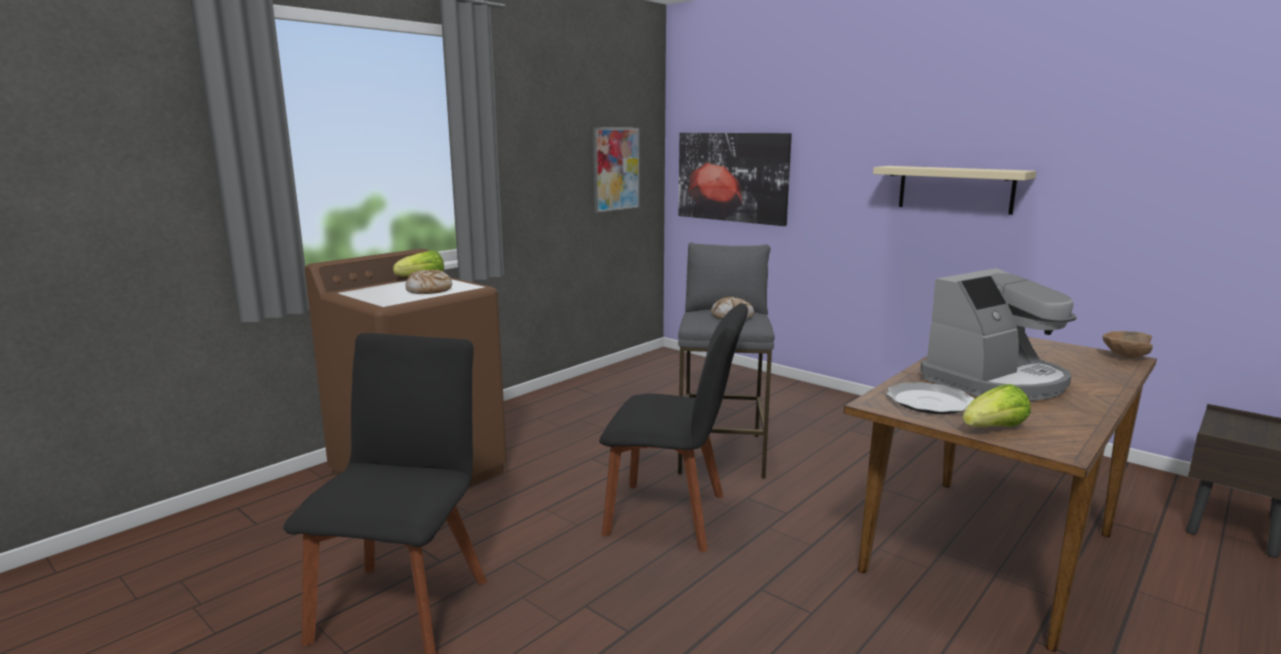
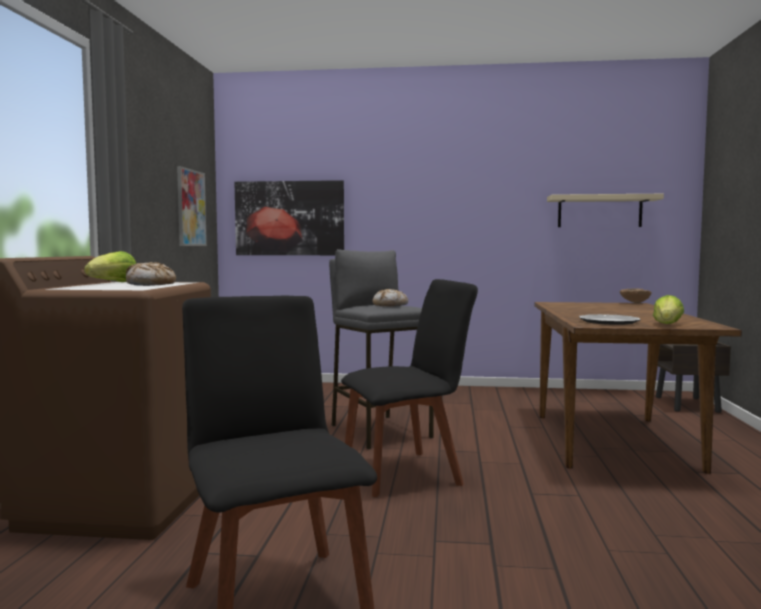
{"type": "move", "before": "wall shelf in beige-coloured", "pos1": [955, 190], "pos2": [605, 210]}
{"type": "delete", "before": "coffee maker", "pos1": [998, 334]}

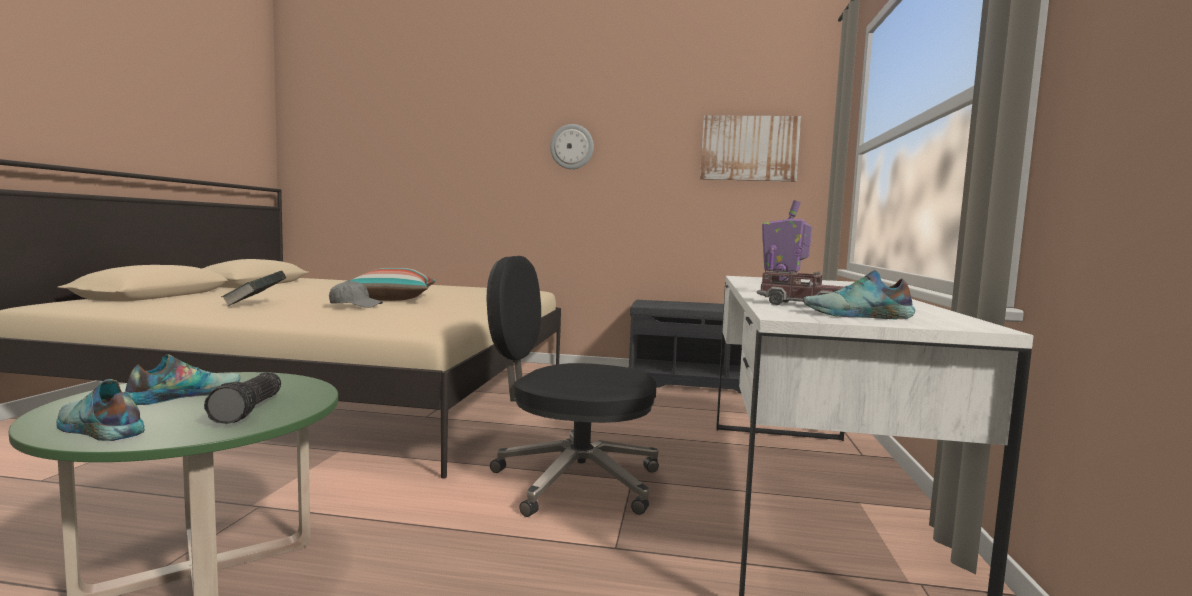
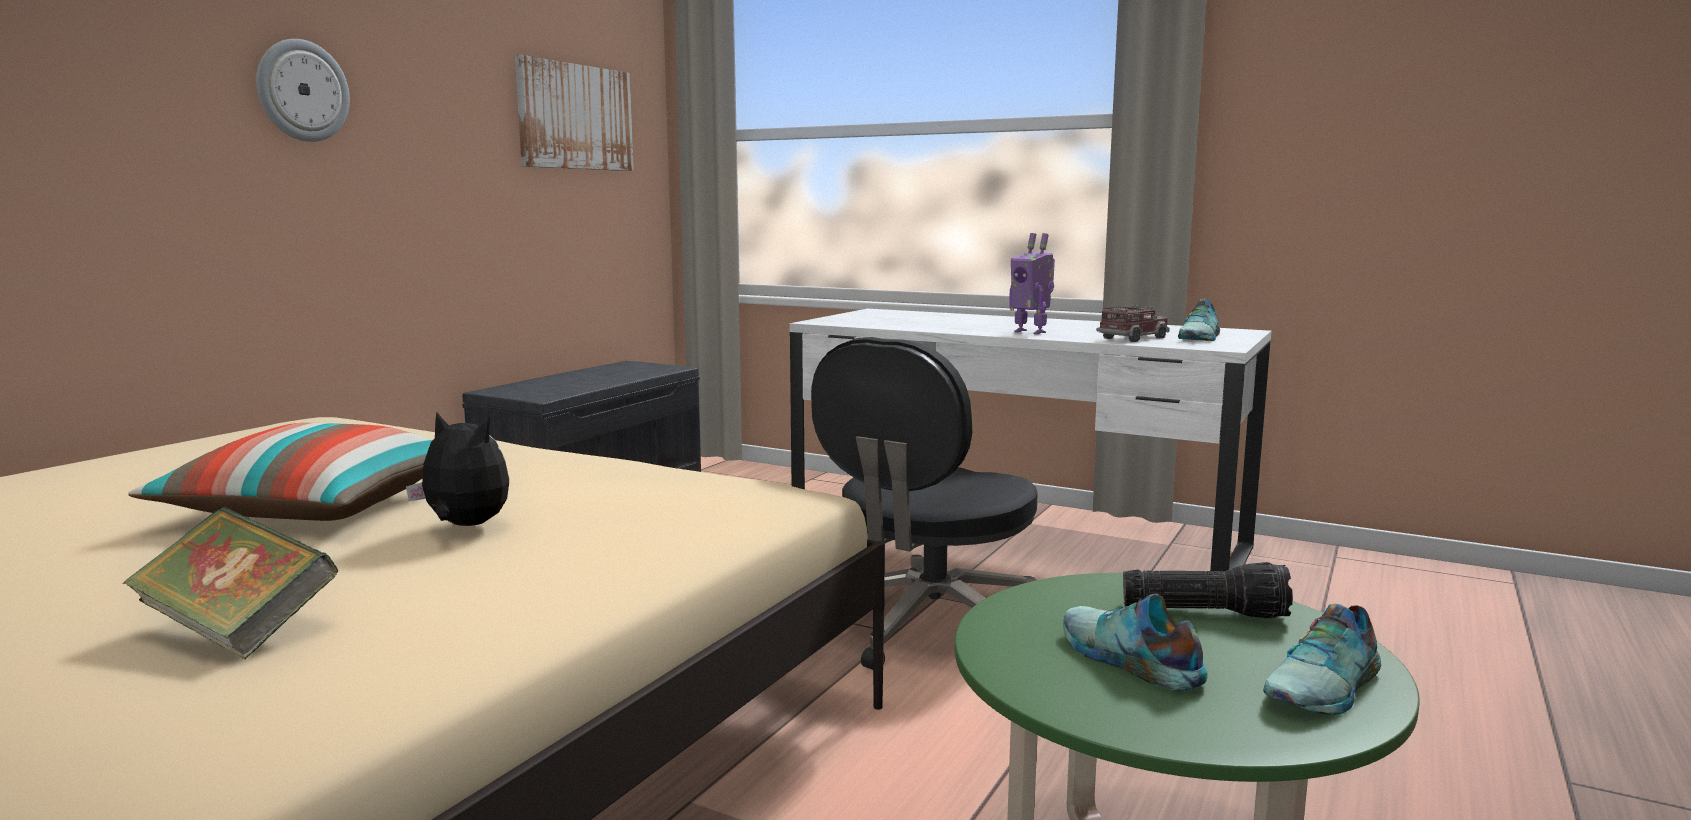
{"type": "replace", "before": "cap in grey", "after": "cuddly toy", "pos1": [356, 294], "pos2": [457, 469]}

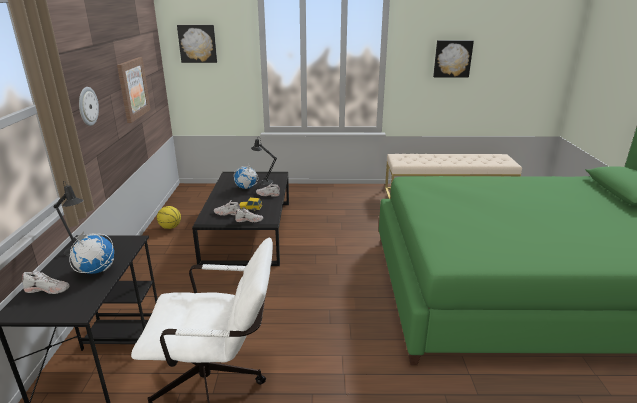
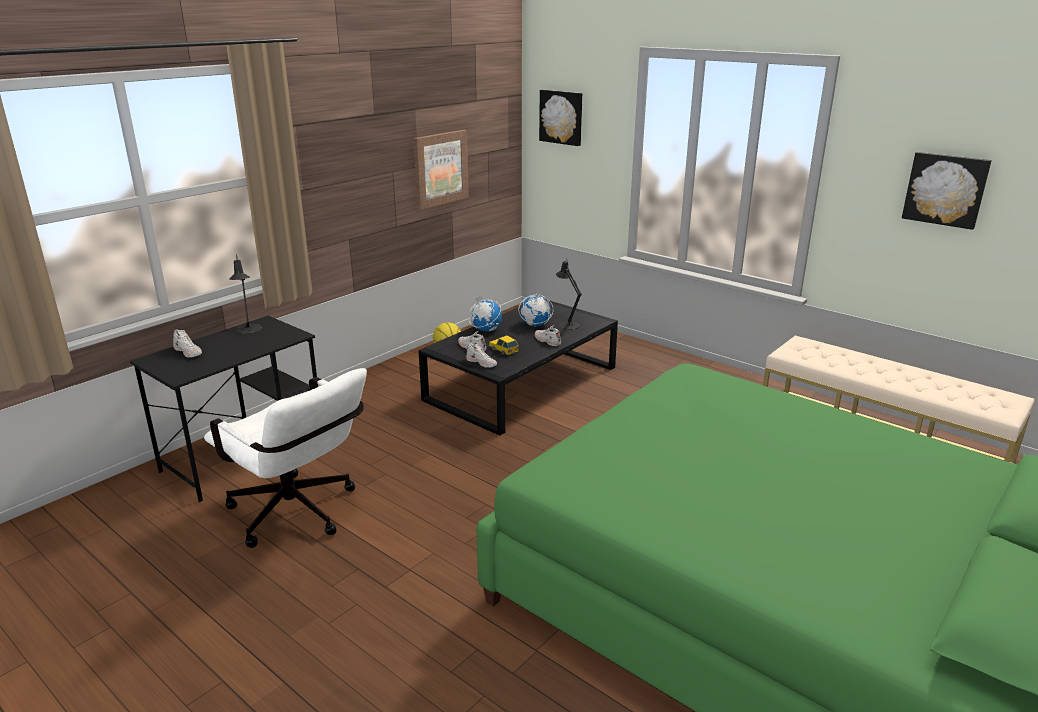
{"type": "move", "before": "world globe", "pos1": [92, 253], "pos2": [485, 312]}
{"type": "delete", "before": "clock on the wall", "pos1": [89, 106]}

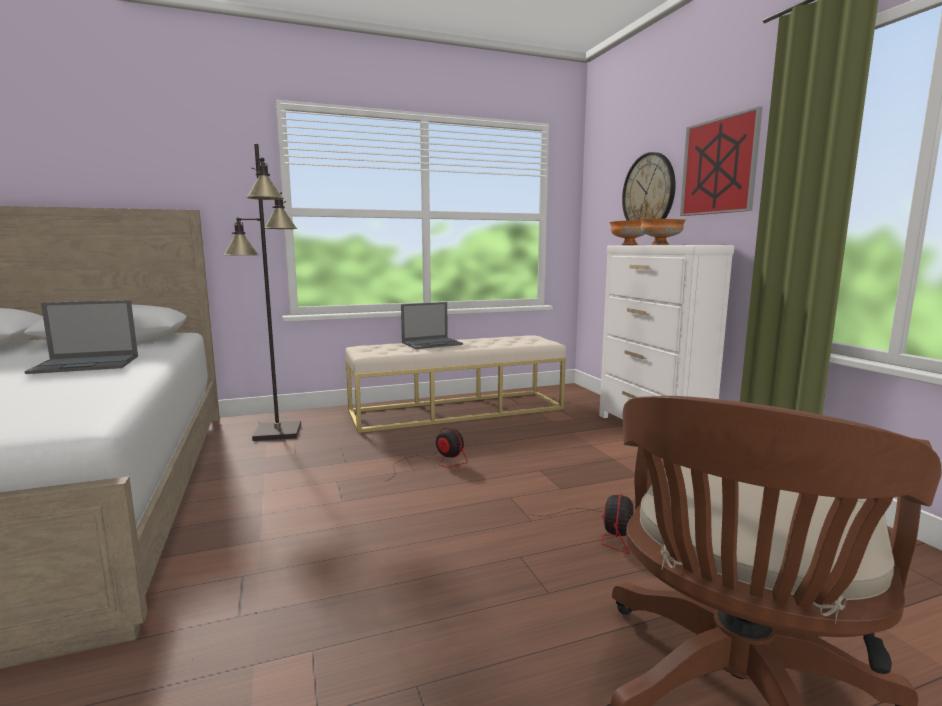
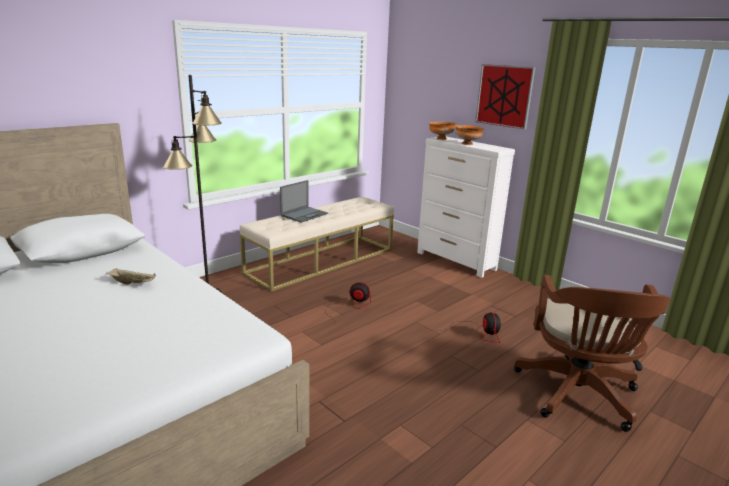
{"type": "replace", "before": "portable computer", "after": "serving tray in beige-coloured", "pos1": [81, 337], "pos2": [131, 276]}
{"type": "delete", "before": "clock on the wall", "pos1": [649, 186]}

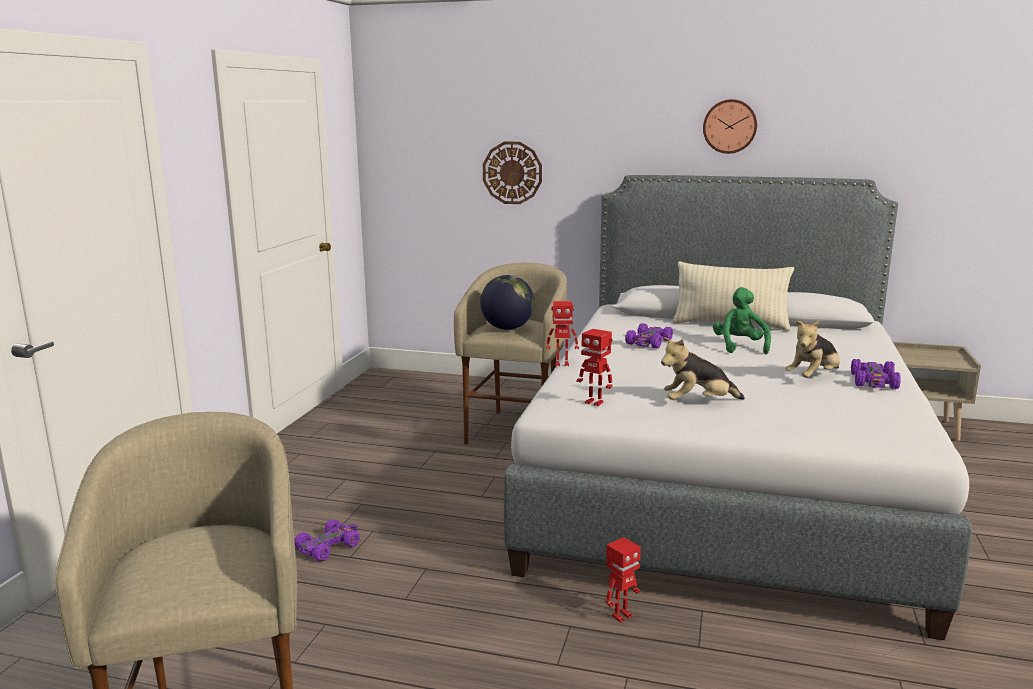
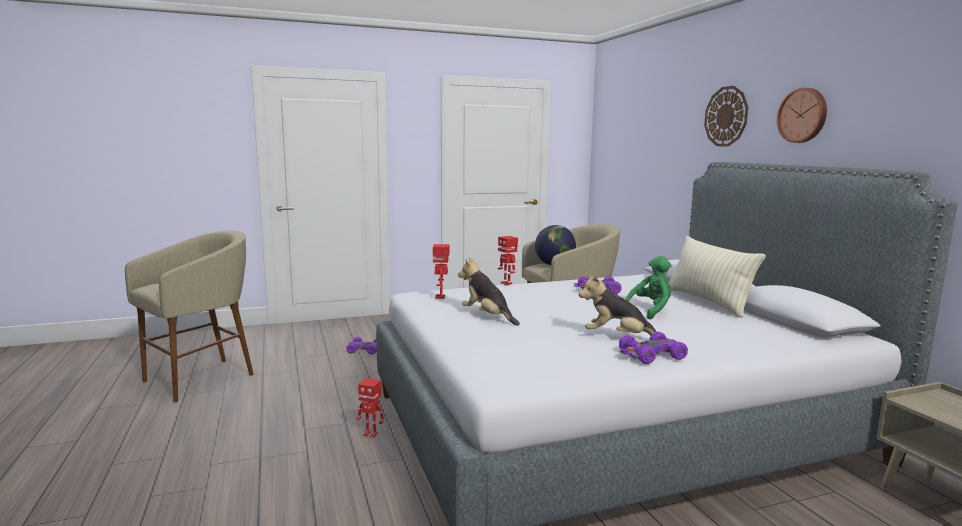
{"type": "move", "before": "clock on the wall", "pos1": [512, 173], "pos2": [726, 116]}

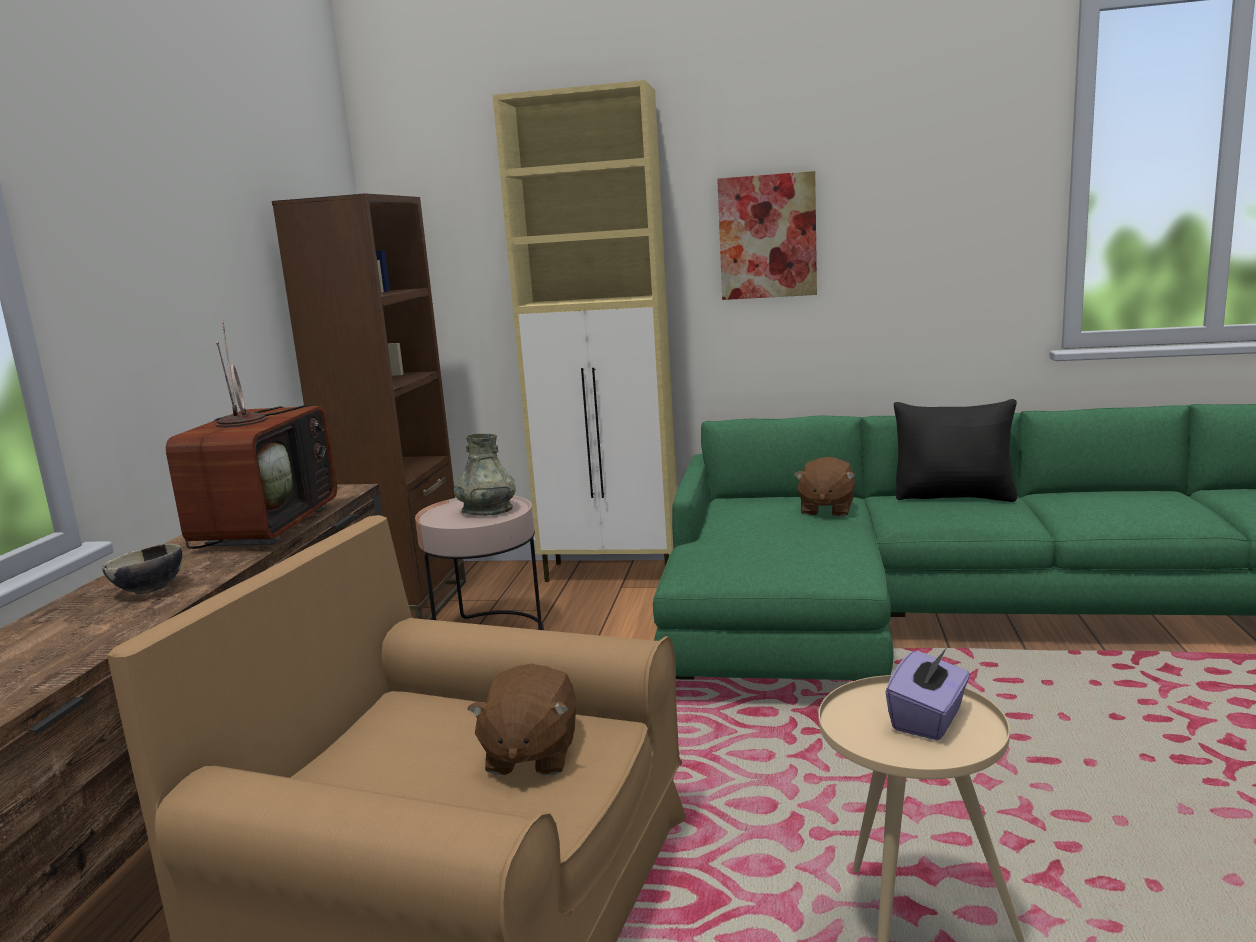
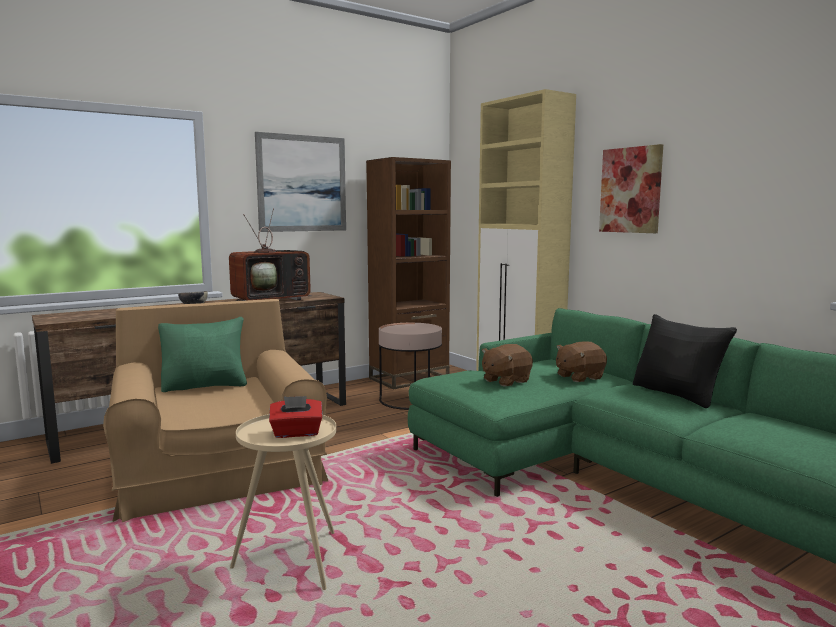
{"type": "insert", "after": "throw pillow in greenish", "pos2": [202, 354]}
{"type": "insert", "after": "wall art", "pos2": [300, 182]}
{"type": "recolor", "before": "tissue box in purplish", "after": "tissue box in red-coloured", "pos1": [927, 694], "pos2": [295, 417]}
{"type": "move", "before": "cuddly toy in brownish", "pos1": [522, 719], "pos2": [507, 365]}
{"type": "delete", "before": "flower vase in grey", "pos1": [485, 475]}

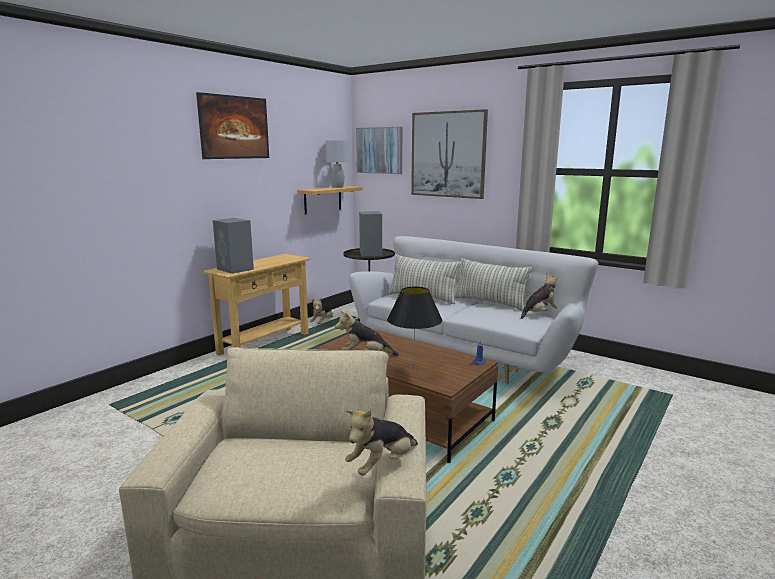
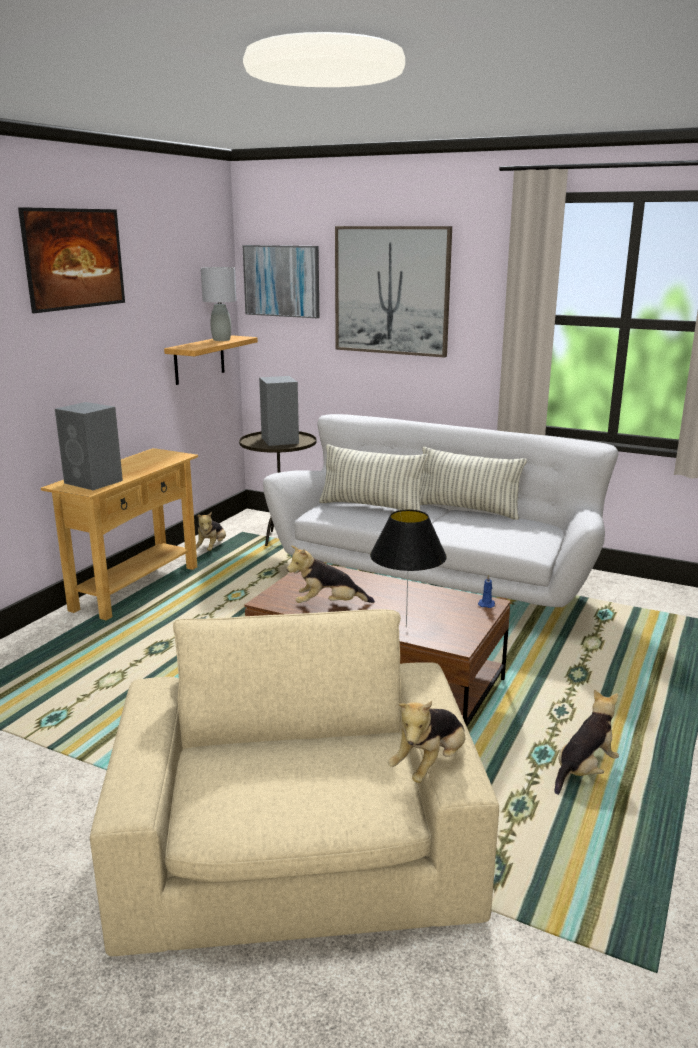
{"type": "move", "before": "cuddly toy", "pos1": [539, 296], "pos2": [586, 742]}

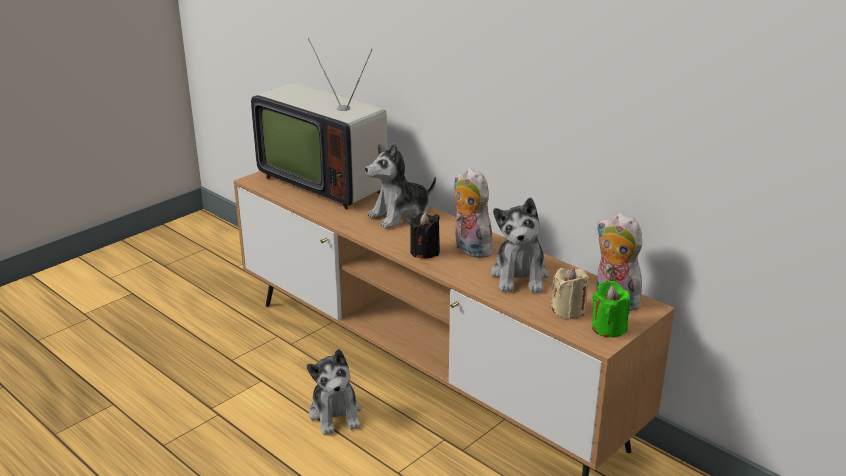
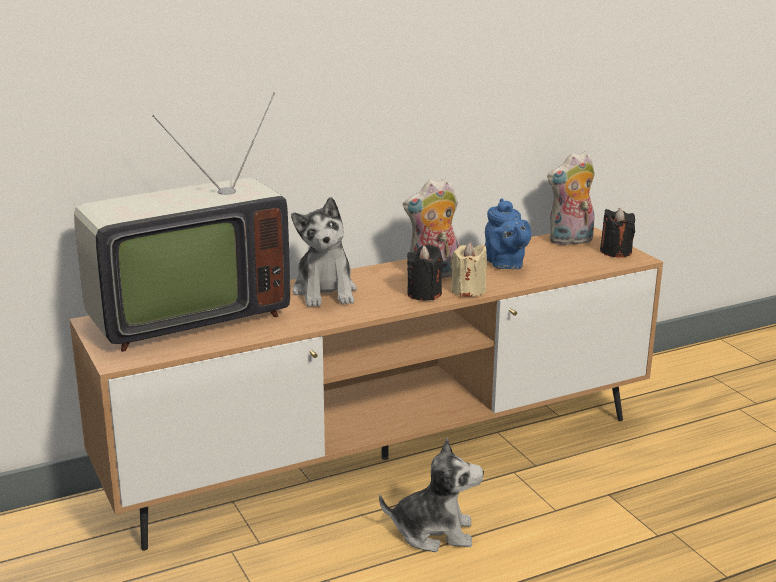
{"type": "move", "before": "candle in beige-coloured", "pos1": [570, 293], "pos2": [469, 269]}
{"type": "replace", "before": "cuddly toy", "after": "tea pot in bluish", "pos1": [520, 245], "pos2": [508, 233]}
{"type": "recolor", "before": "candle in greenish", "after": "candle in black-coloured", "pos1": [611, 309], "pos2": [617, 233]}

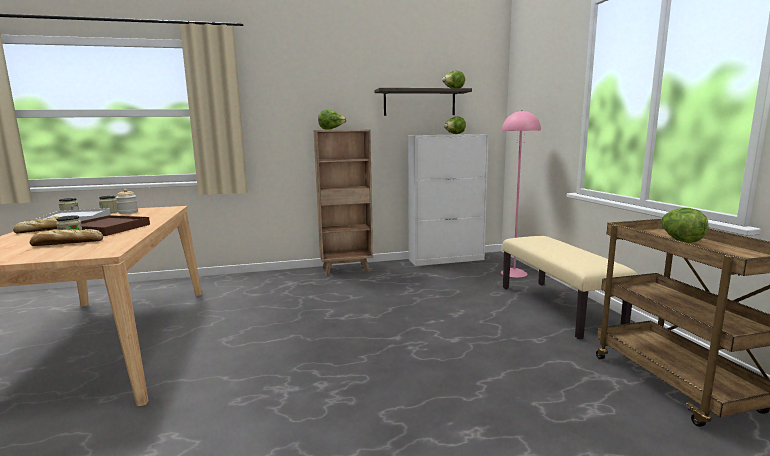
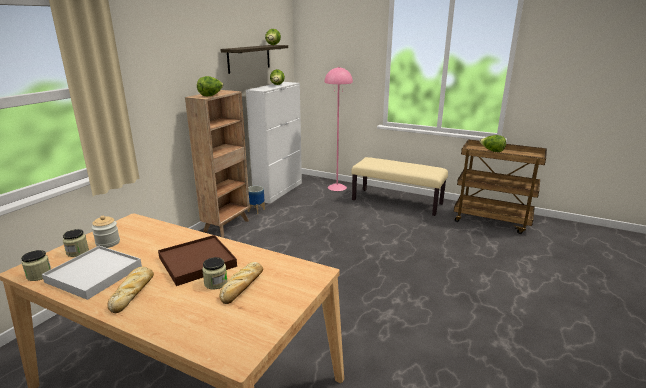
{"type": "insert", "after": "flower pot", "pos2": [256, 200]}

